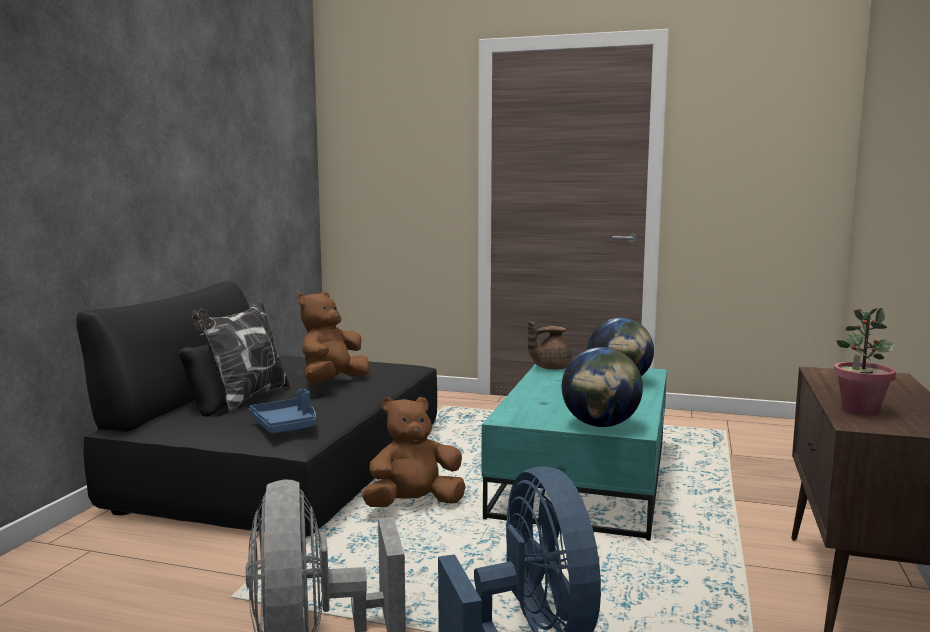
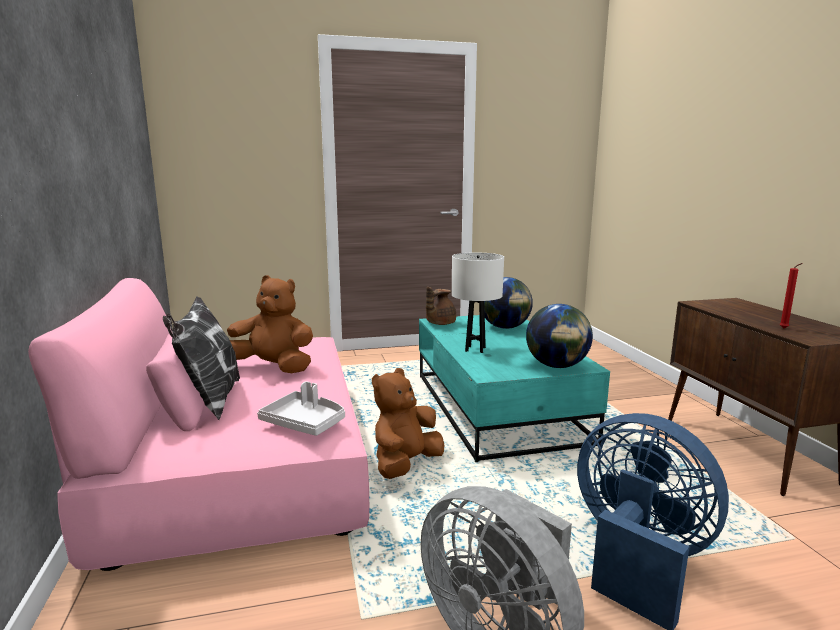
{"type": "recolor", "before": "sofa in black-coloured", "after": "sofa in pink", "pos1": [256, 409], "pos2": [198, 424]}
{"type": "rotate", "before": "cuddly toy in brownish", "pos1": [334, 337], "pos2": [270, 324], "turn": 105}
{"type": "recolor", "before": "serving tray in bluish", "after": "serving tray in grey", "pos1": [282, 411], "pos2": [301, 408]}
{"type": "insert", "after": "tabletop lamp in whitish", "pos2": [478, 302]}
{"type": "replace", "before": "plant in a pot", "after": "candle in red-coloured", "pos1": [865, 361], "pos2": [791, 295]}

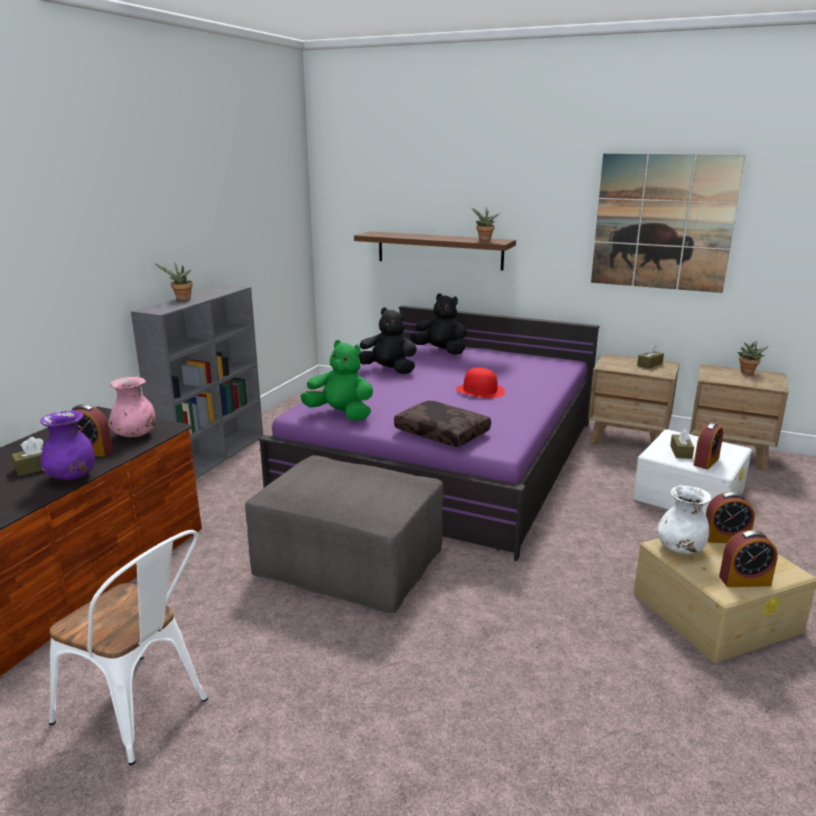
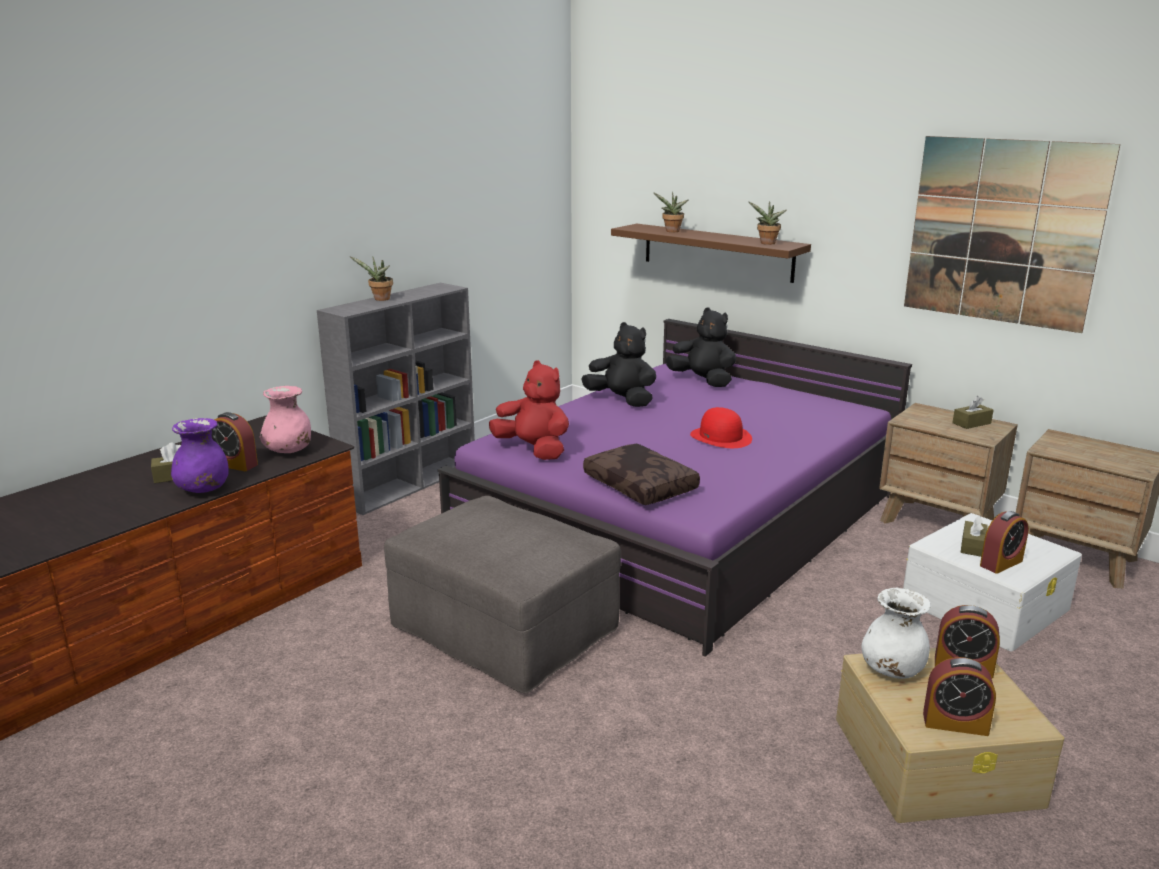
{"type": "recolor", "before": "cuddly toy in greenish", "after": "cuddly toy in red-coloured", "pos1": [336, 380], "pos2": [529, 410]}
{"type": "move", "before": "plant in a pot", "pos1": [753, 357], "pos2": [670, 212]}
{"type": "delete", "before": "upright chair in whitish", "pos1": [128, 647]}

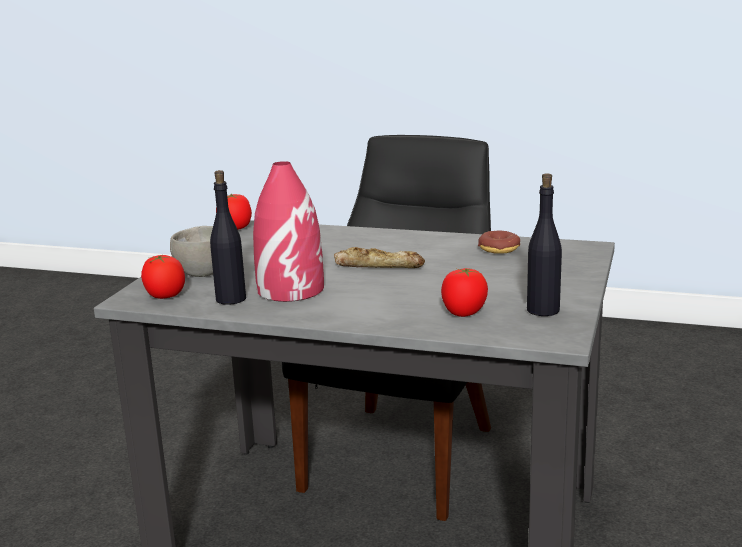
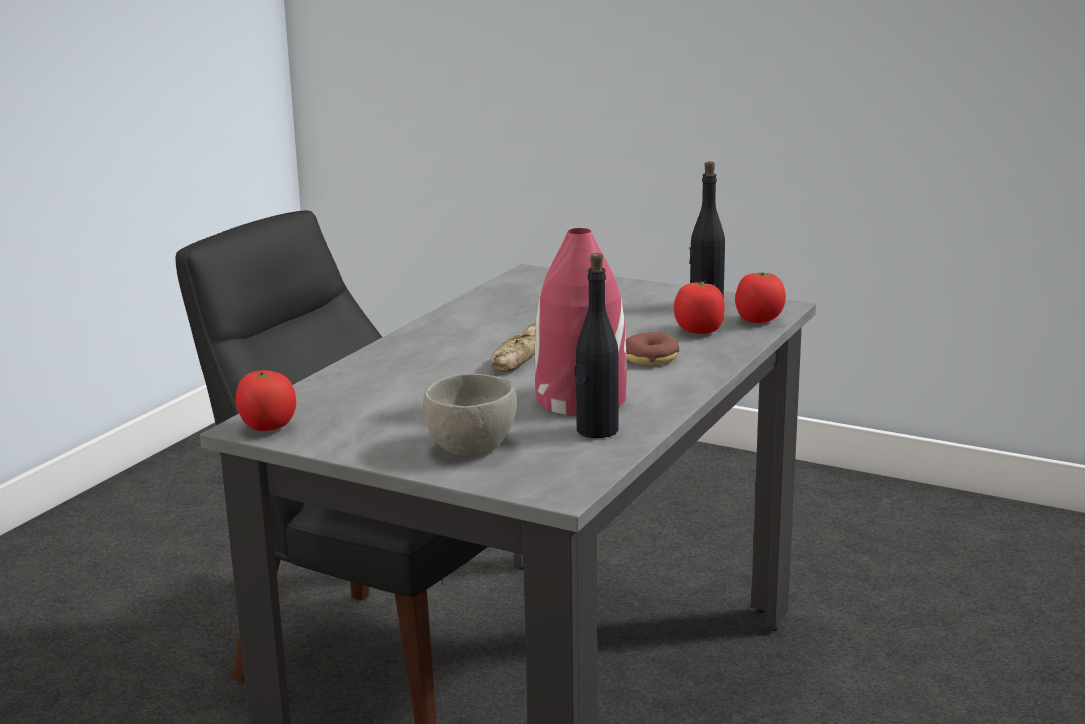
{"type": "move", "before": "donut", "pos1": [499, 242], "pos2": [653, 348]}
{"type": "move", "before": "fresh tomato", "pos1": [163, 277], "pos2": [760, 297]}

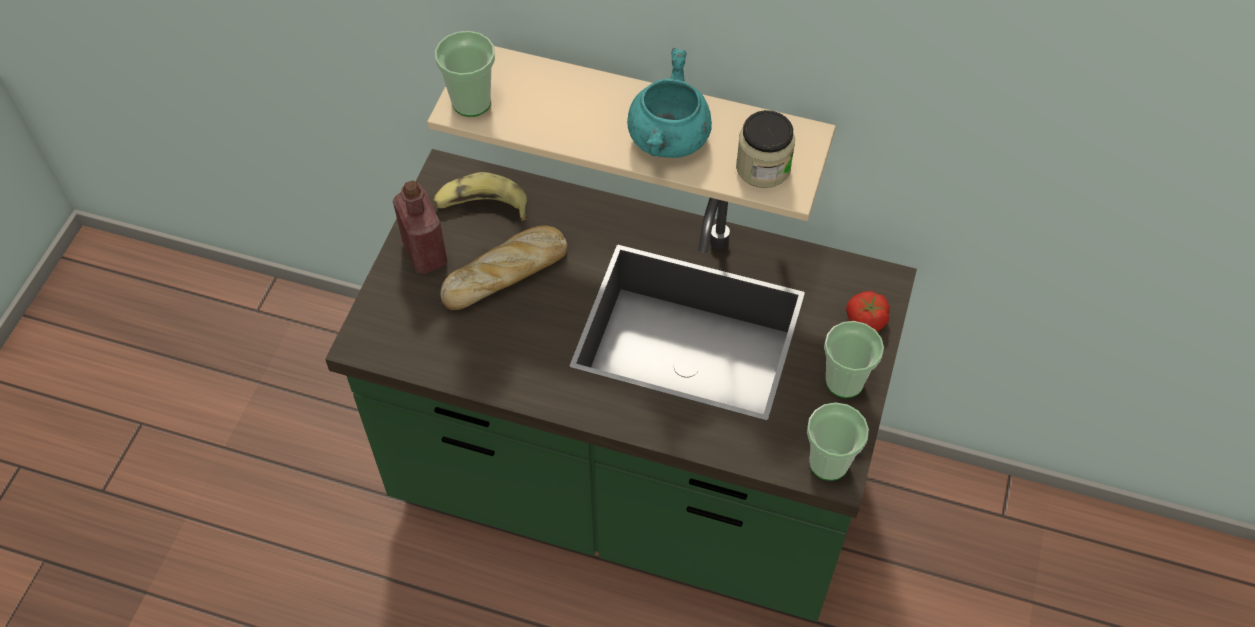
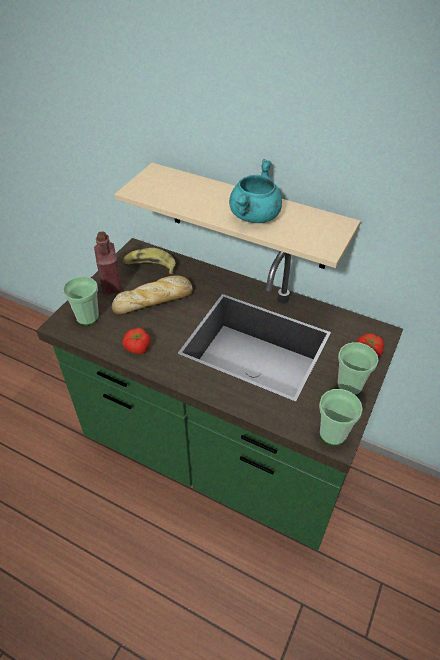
{"type": "move", "before": "cup", "pos1": [465, 74], "pos2": [80, 300]}
{"type": "insert", "after": "fresh tomato", "pos2": [137, 341]}
{"type": "delete", "before": "jar", "pos1": [765, 149]}

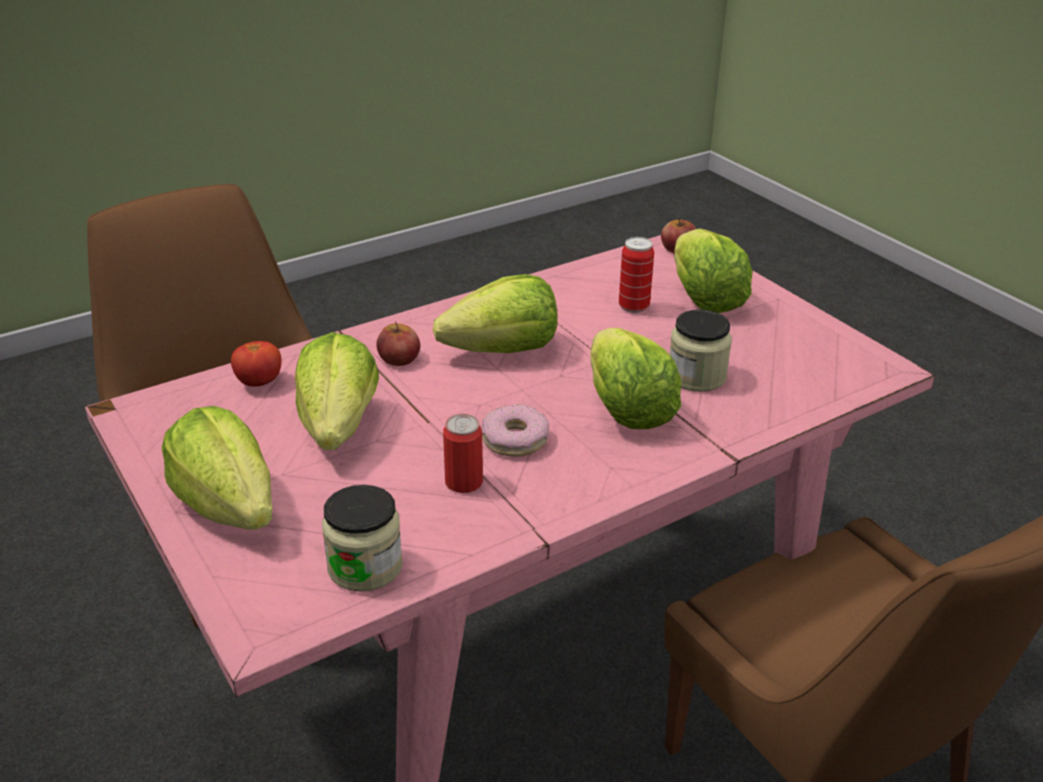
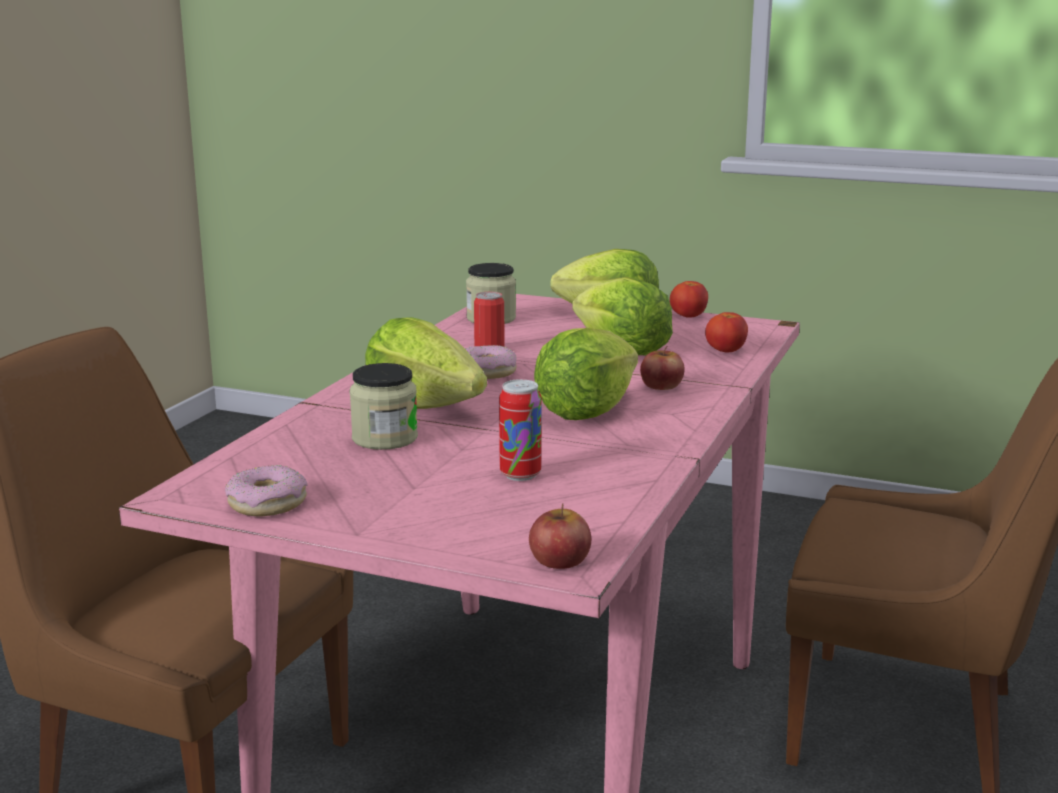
{"type": "insert", "after": "donut", "pos2": [266, 490]}
{"type": "insert", "after": "fresh tomato", "pos2": [689, 299]}
{"type": "delete", "before": "head of lettuce", "pos1": [713, 271]}

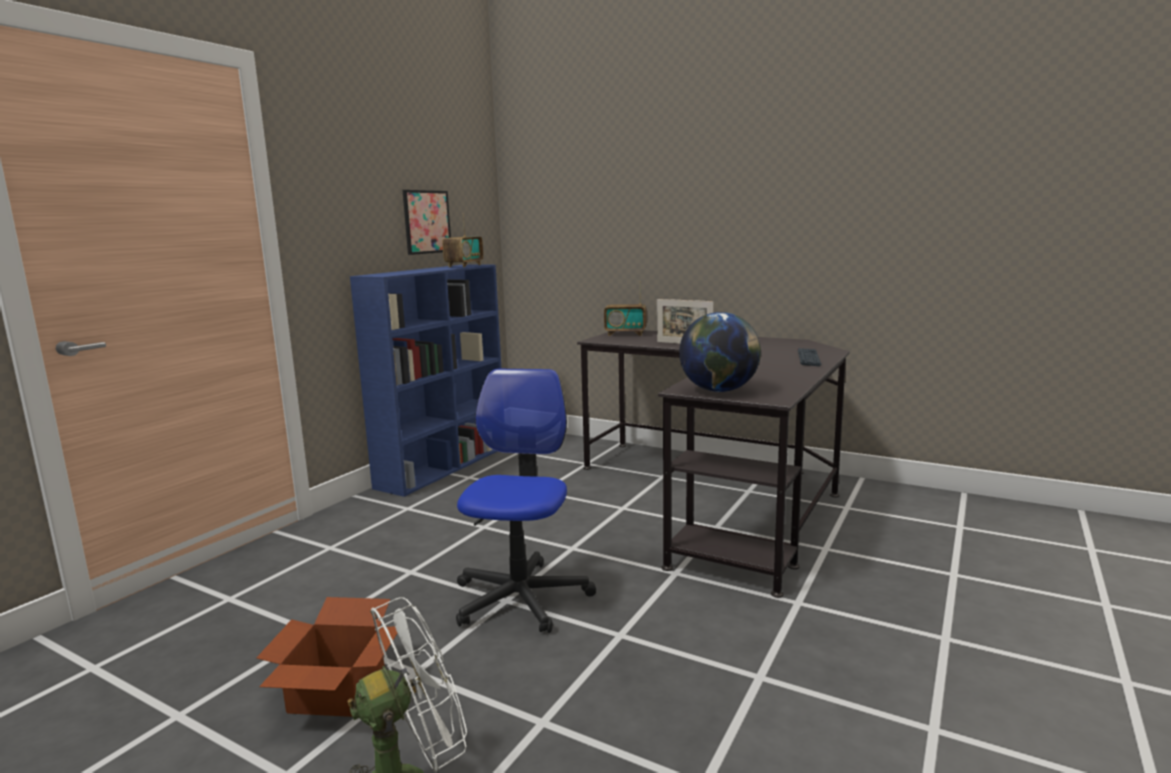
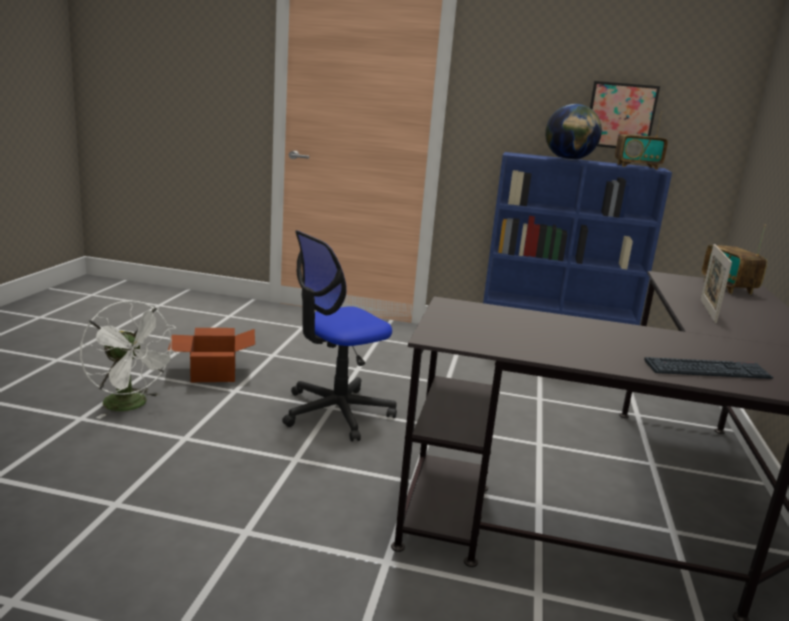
{"type": "rotate", "before": "office chair", "pos1": [526, 501], "pos2": [339, 336], "turn": 150}
{"type": "move", "before": "world globe", "pos1": [720, 352], "pos2": [573, 132]}

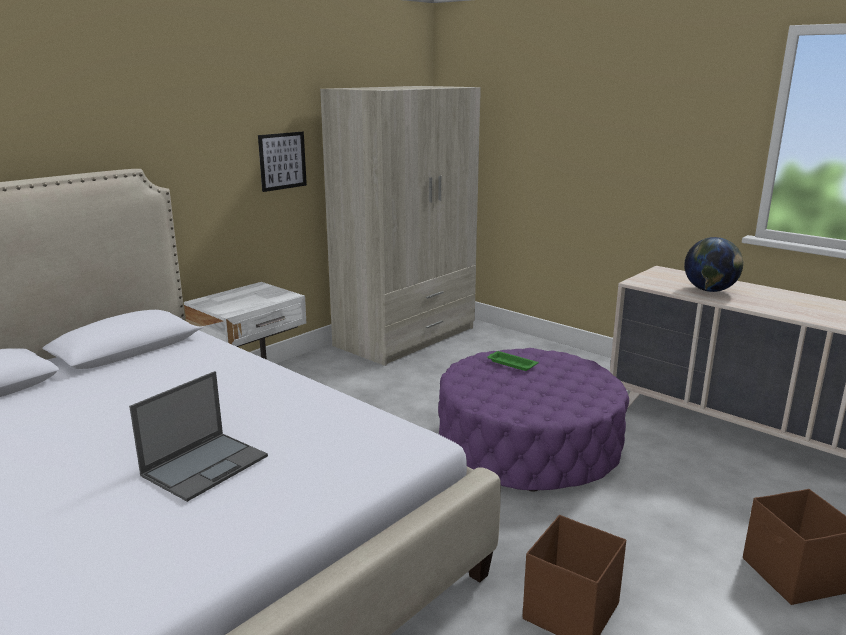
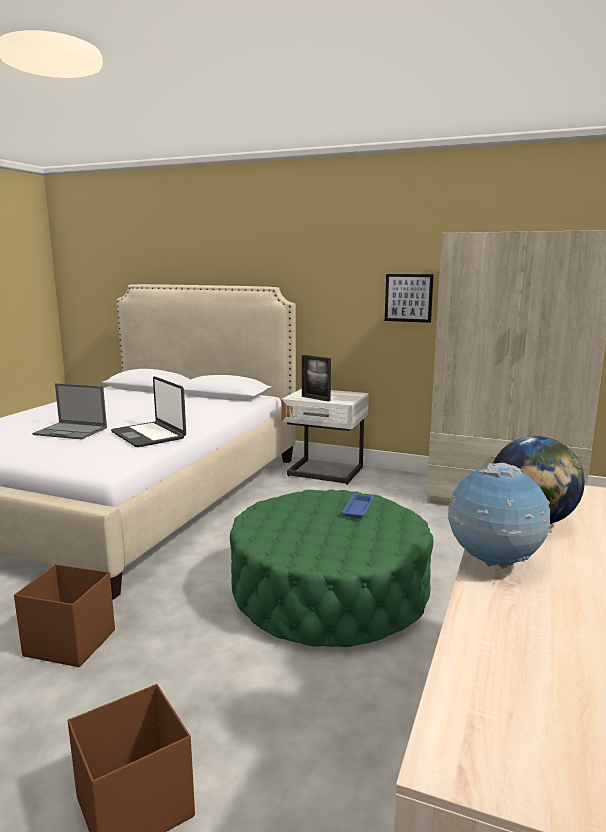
{"type": "insert", "after": "portable computer", "pos2": [148, 411]}
{"type": "recolor", "before": "ottoman in purplish", "after": "ottoman in greenish", "pos1": [533, 419], "pos2": [331, 568]}
{"type": "insert", "after": "standing frame", "pos2": [316, 378]}
{"type": "recolor", "before": "serving tray in greenish", "after": "serving tray in bluish", "pos1": [512, 361], "pos2": [358, 506]}
{"type": "insert", "after": "world globe", "pos2": [500, 516]}

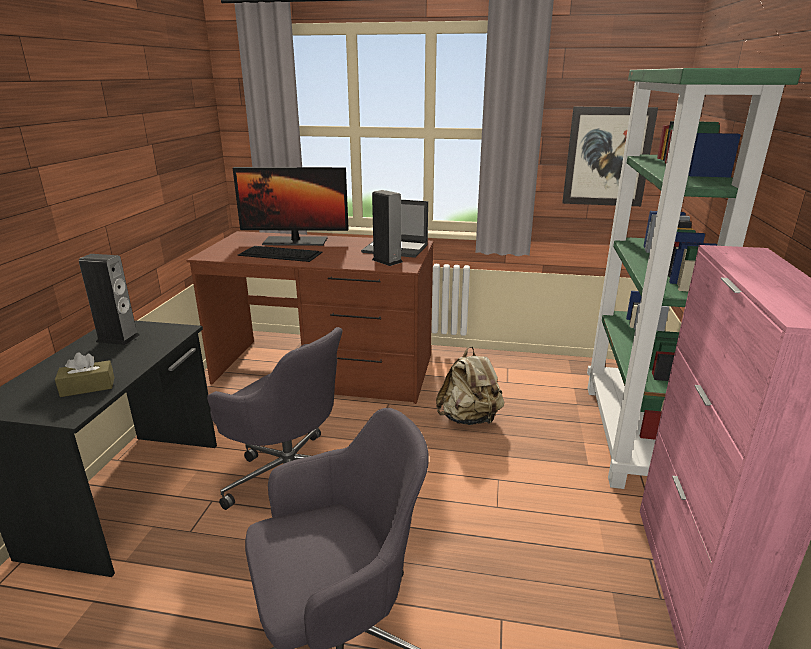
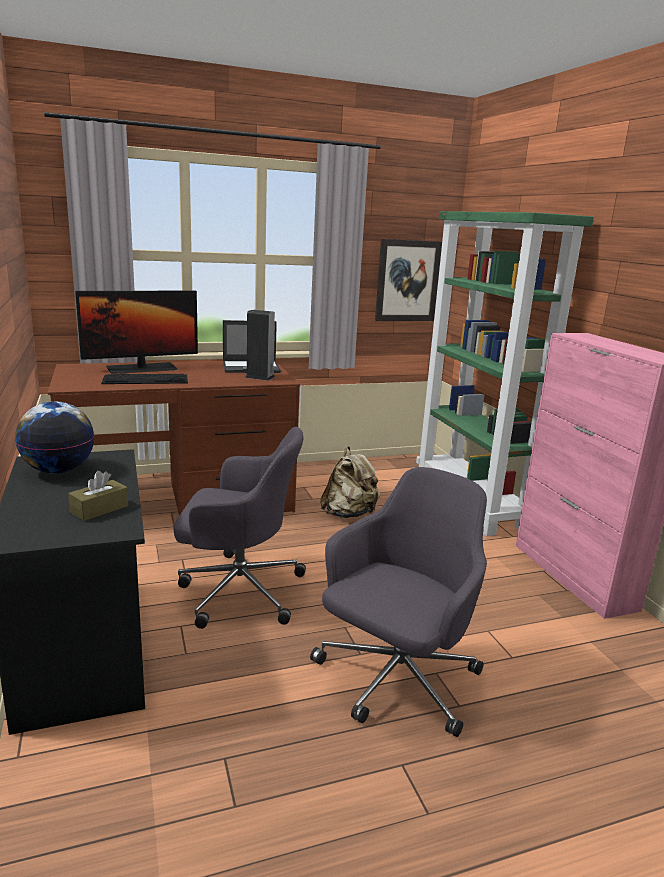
{"type": "replace", "before": "speaker", "after": "world globe", "pos1": [109, 299], "pos2": [54, 437]}

